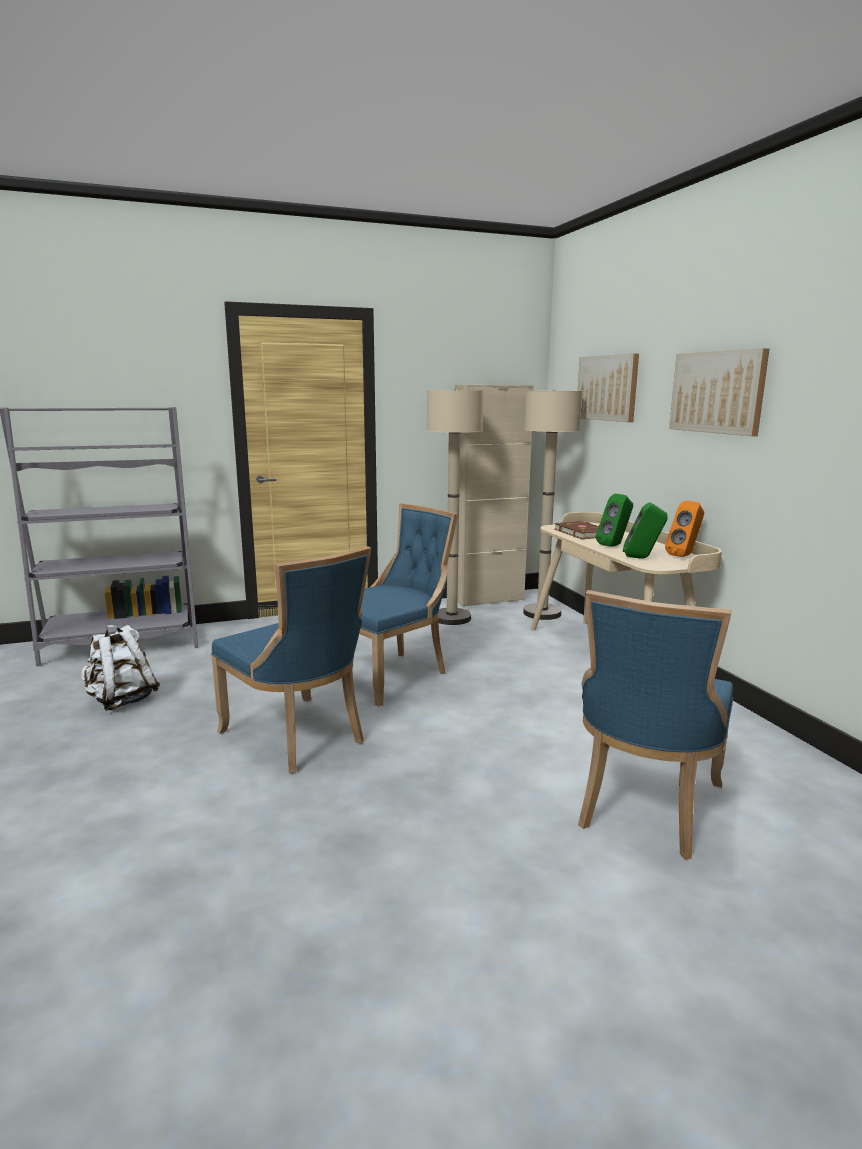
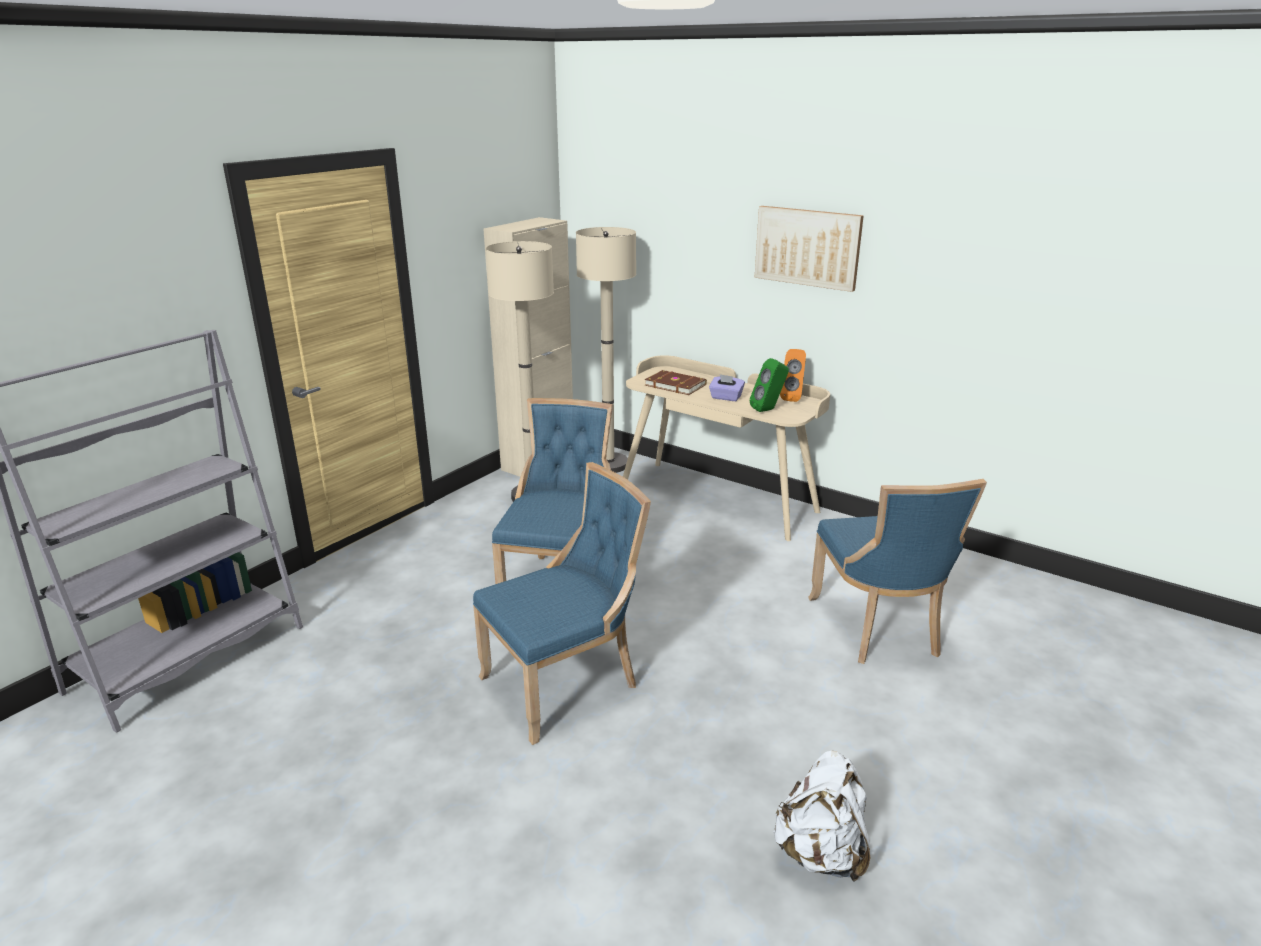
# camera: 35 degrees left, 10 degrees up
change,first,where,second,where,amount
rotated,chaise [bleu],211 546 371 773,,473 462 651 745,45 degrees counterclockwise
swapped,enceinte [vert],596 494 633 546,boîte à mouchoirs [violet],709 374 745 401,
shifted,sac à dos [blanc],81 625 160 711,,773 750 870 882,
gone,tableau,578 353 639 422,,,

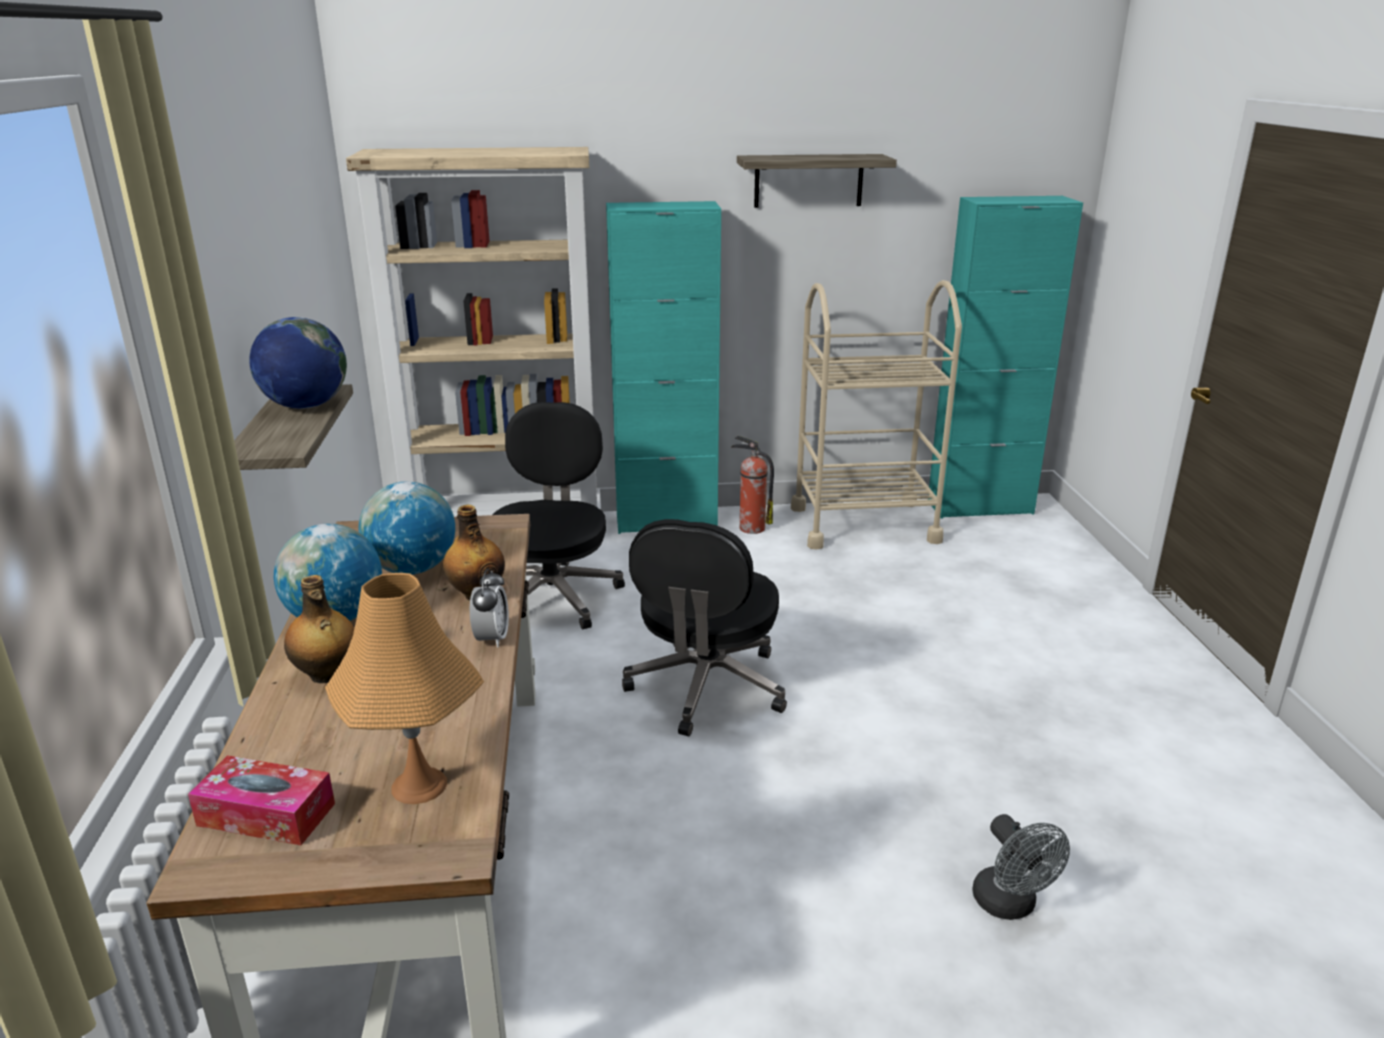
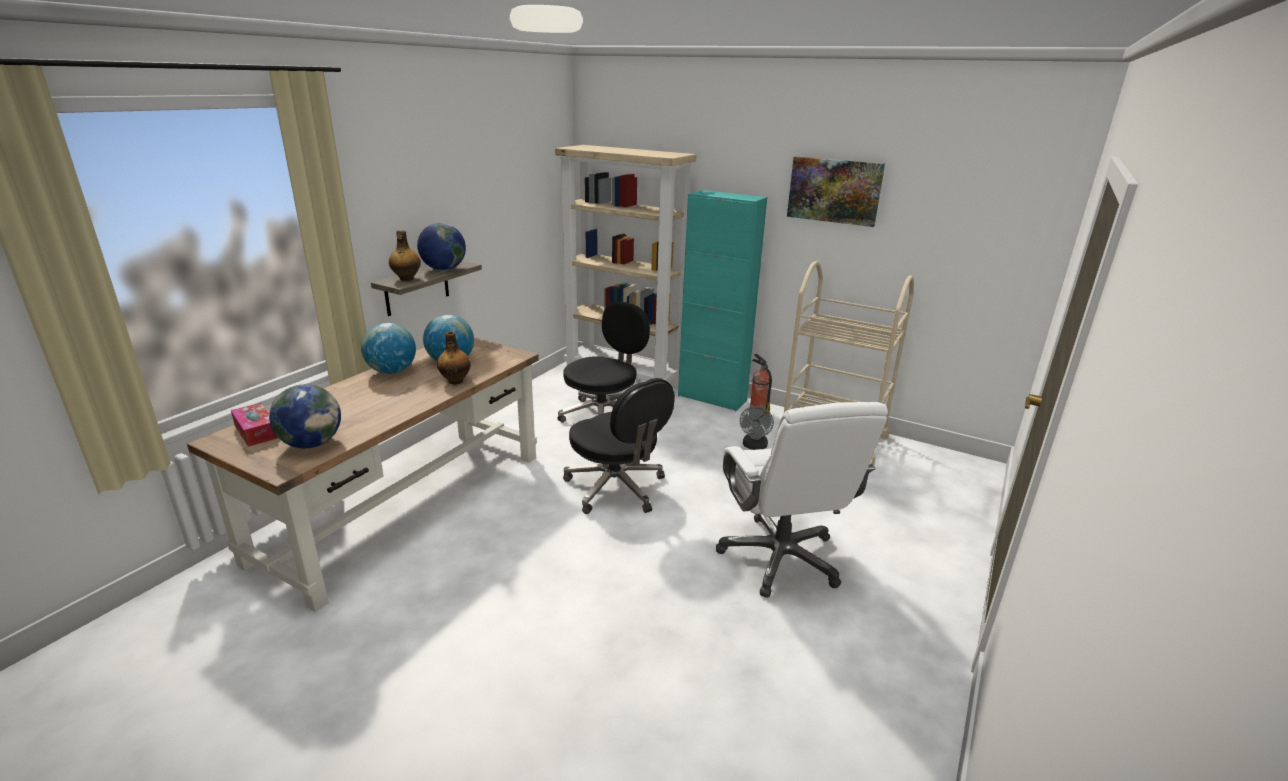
# camera: 35 degrees right, 0 degrees up
change,first,where,second,where,amount
swapped,lampe de table [orange],325 573 484 804,globe,269 384 341 448,
shifted,bouteille,284 575 354 683,,389 230 421 281,
rotated,chaise de bureau [noir],622 519 787 737,,563 378 675 514,90 degrees counterclockwise
new,,,chaise de bureau [blanc],716 402 888 598,
shifted,ventilateur [gris],972 814 1070 920,,740 406 774 450,
swapped,étagère,737 154 897 208,tableau,787 157 885 227,
gone,réveil,470 569 509 648,,,
gone,meuble de rangement [turquoise],928 196 1083 519,,,

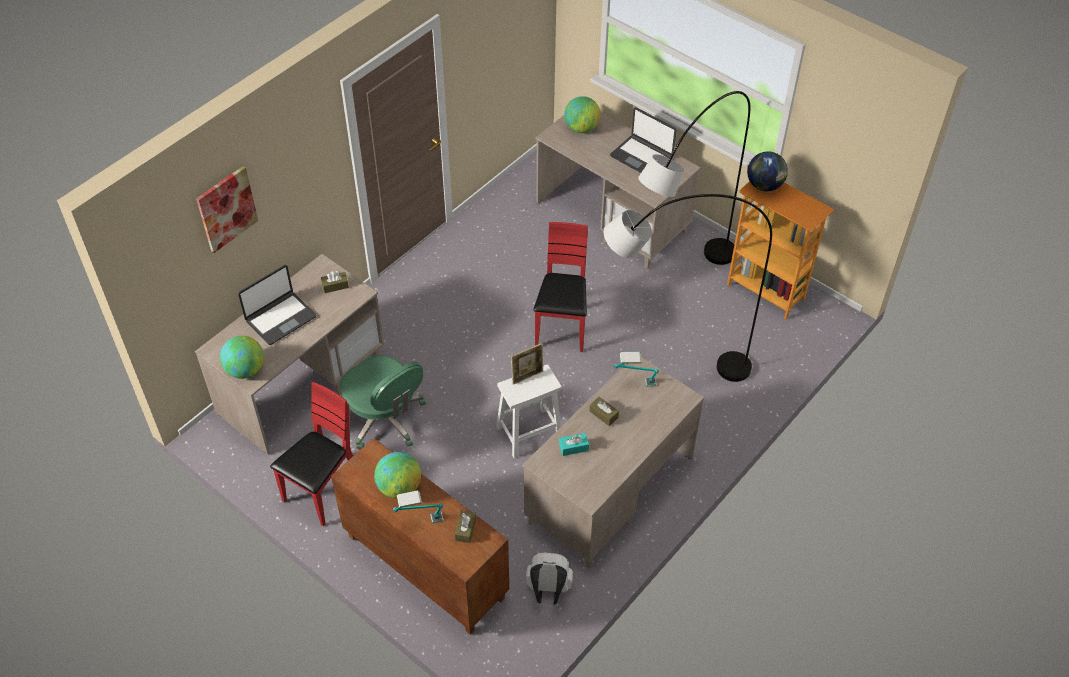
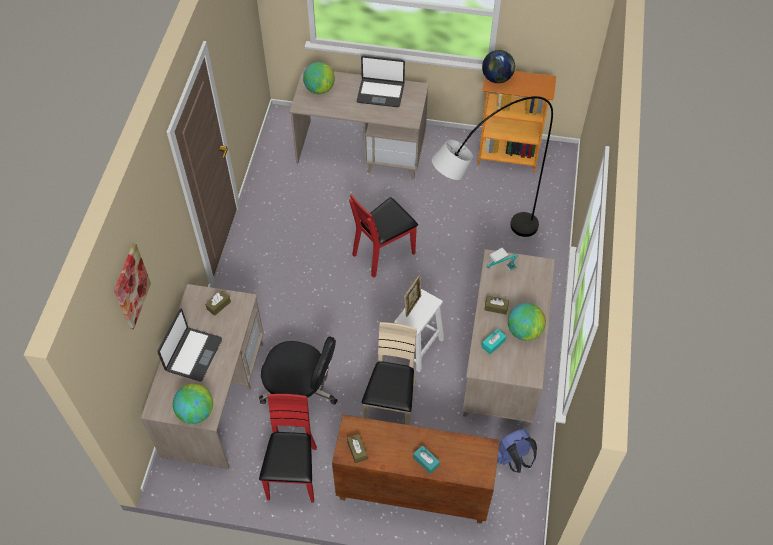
# camera: 30 degrees left, 5 degrees up
change,first,where,second,where,amount
repainted,chaise de bureau [vert],340 355 426 450,chaise de bureau [noir],259 336 338 427,
shifted,boîte à mouchoirs [marron],455 510 476 543,,347 434 367 463,
rotated,chaise [rouge],533 222 588 352,,349 194 418 278,105 degrees counterclockwise
new,,,chaise [beige],362 322 417 425,
swapped,lampe de table,393 490 443 523,boîte à mouchoirs [turquoise],413 445 440 474,
repainted,sac à dos [blanc],526 553 573 605,sac à dos [bleu],497 429 537 473,
shifted,globe,374 452 421 499,,508 303 546 341,
gone,lampadaire [gris],638 91 750 265,,,

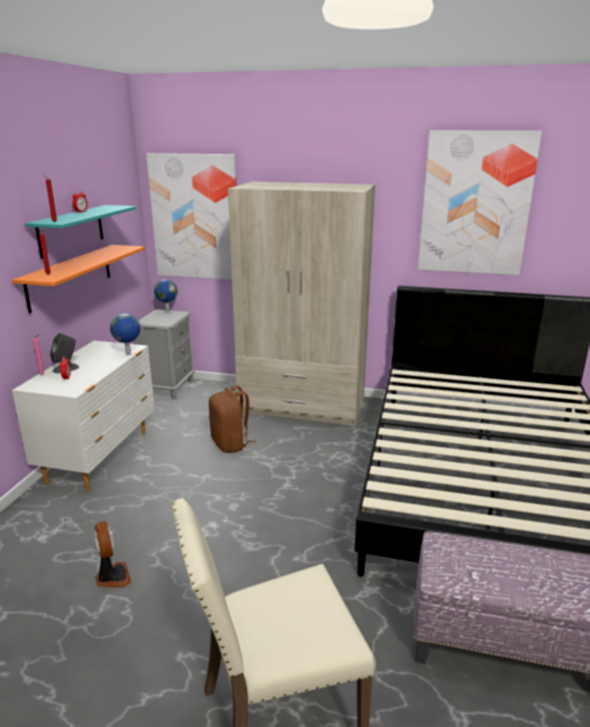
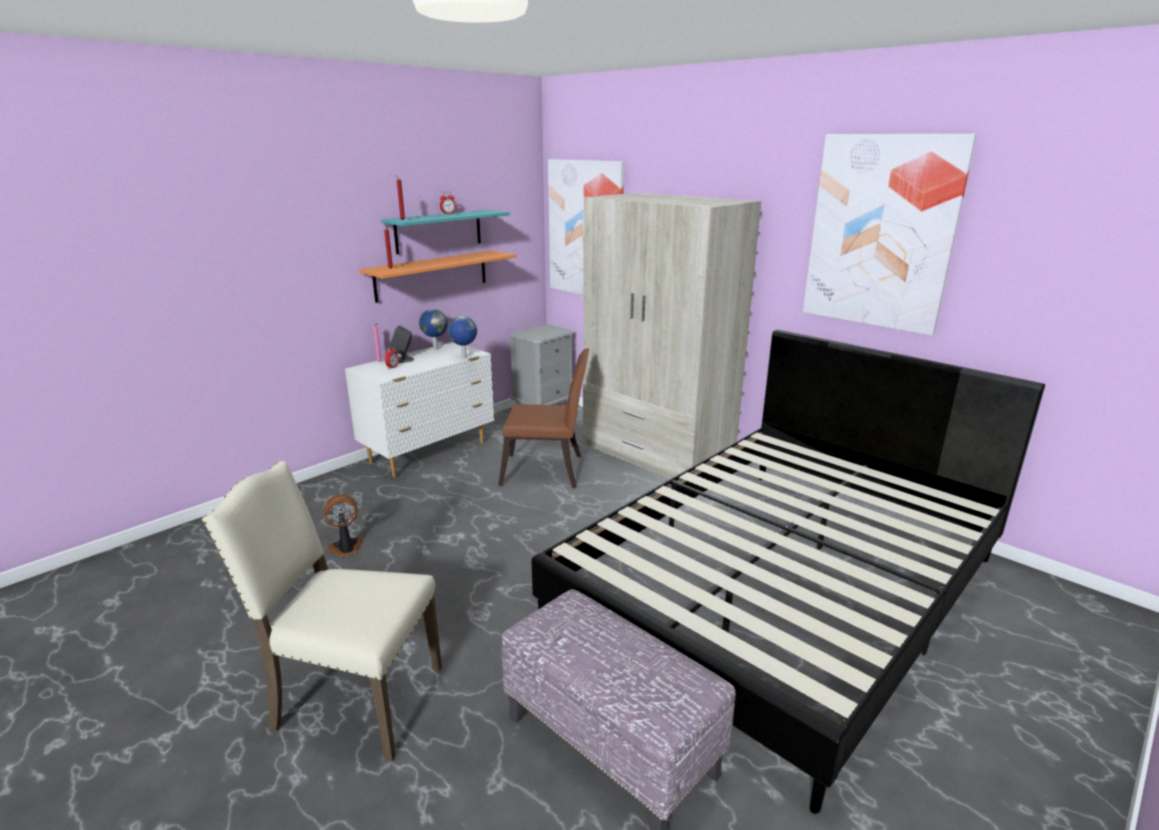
# camera: 30 degrees right, 0 degrees up
change,first,where,second,where,amount
rotated,ventilateur,95 521 131 588,,323 495 363 557,120 degrees counterclockwise
shifted,globe,154 279 178 313,,419 309 448 350,
swapped,sac à dos [marron],209 385 257 453,chaise [marron],498 348 589 488,

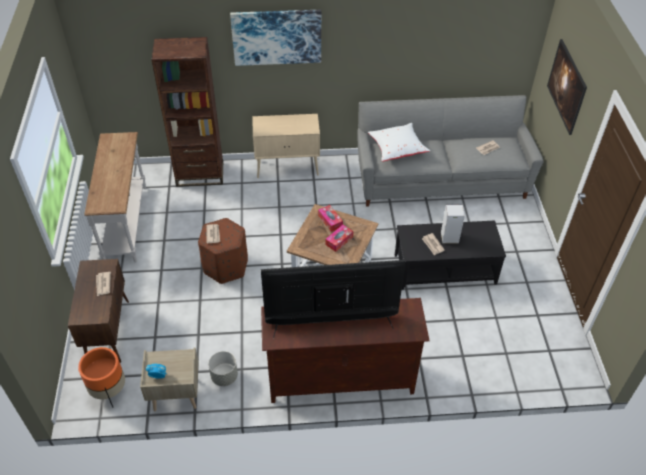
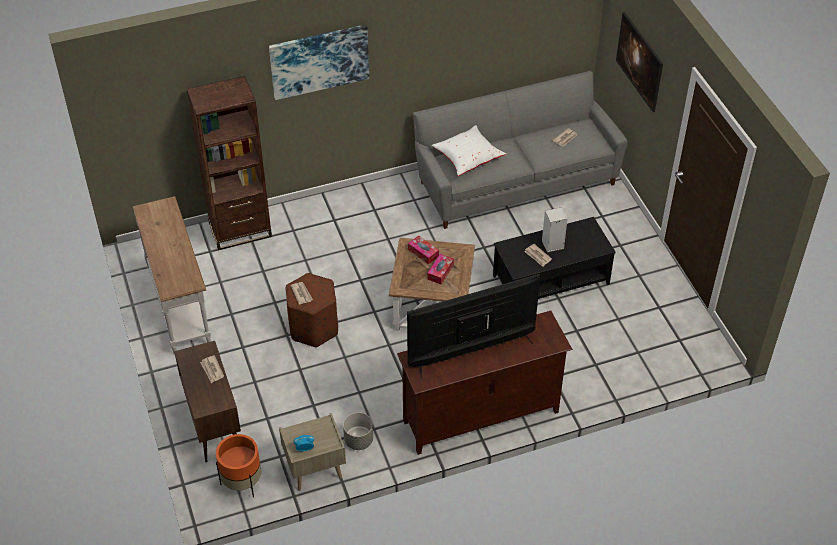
# camera: 15 degrees left, 0 degrees up
change,first,where,second,where,amount
gone,meuble de rangement [beige],252 114 320 178,,,

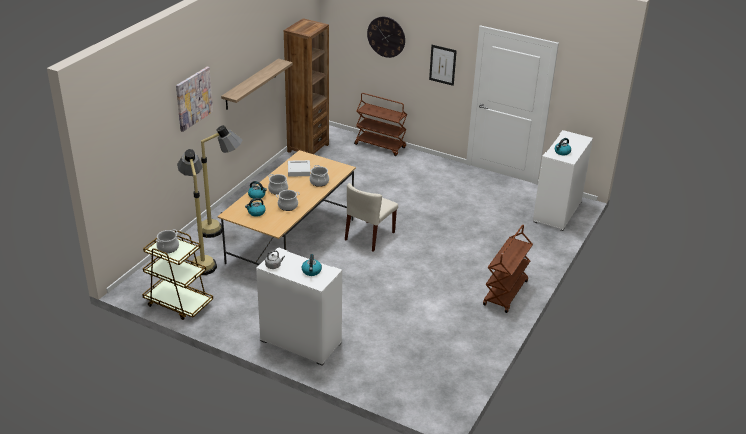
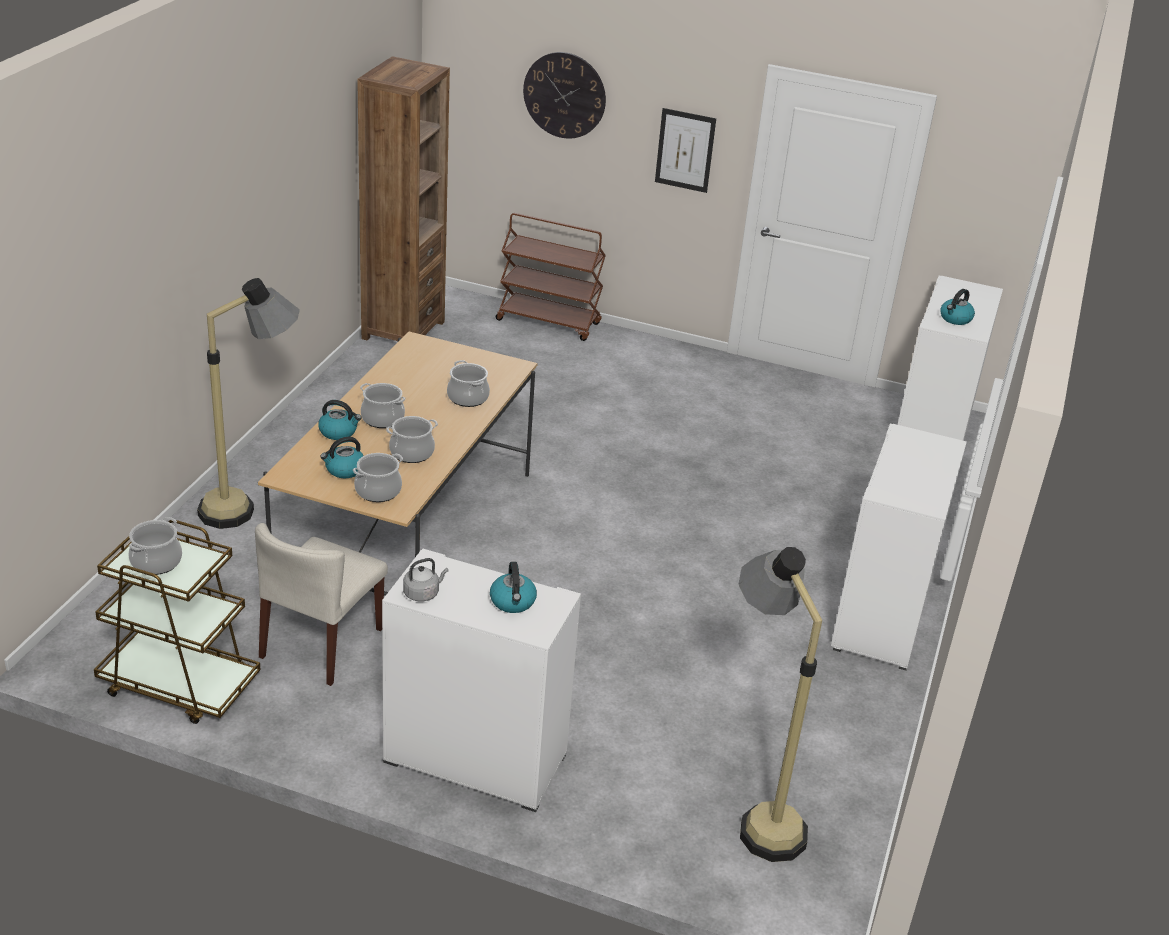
# camera: 10 degrees left, 0 degrees up
change,first,where,second,where,amount
shifted,chaise [beige],345 183 398 252,,255 523 388 686,
new,,,marmite,353 453 403 502,
shifted,lampadaire,177 149 217 275,,738 547 822 862,
swapped,chariot [marron],483 224 533 313,meuble de rangement [blanc],831 424 967 671,
gone,tableau,176 67 213 132,,,
gone,étagère,221 59 293 110,,,
gone,plateau [gris],288 160 311 177,,,

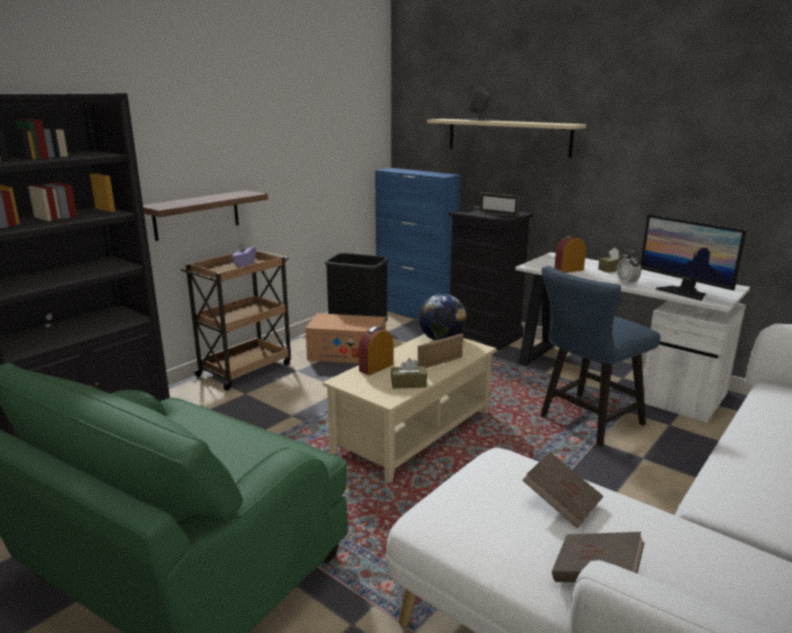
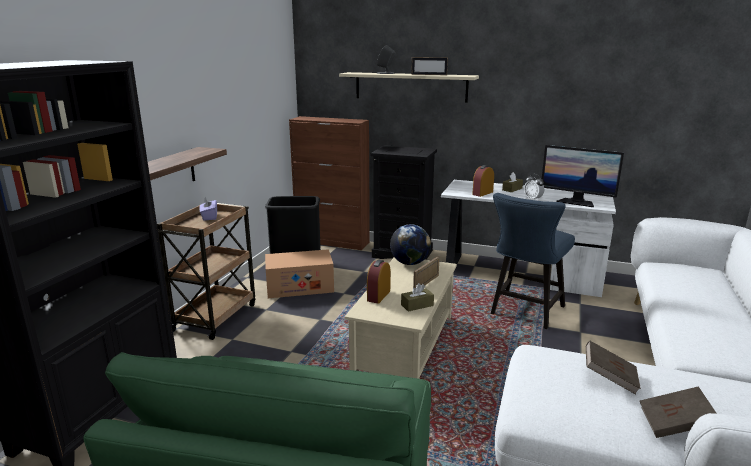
# camera: 20 degrees left, 0 degrees up
change,first,where,second,where,amount
repainted,meuble de rangement [bleu],375 168 461 319,meuble de rangement [marron],289 116 370 250,
shifted,cadre photo,479 192 519 216,,411 57 448 75,

